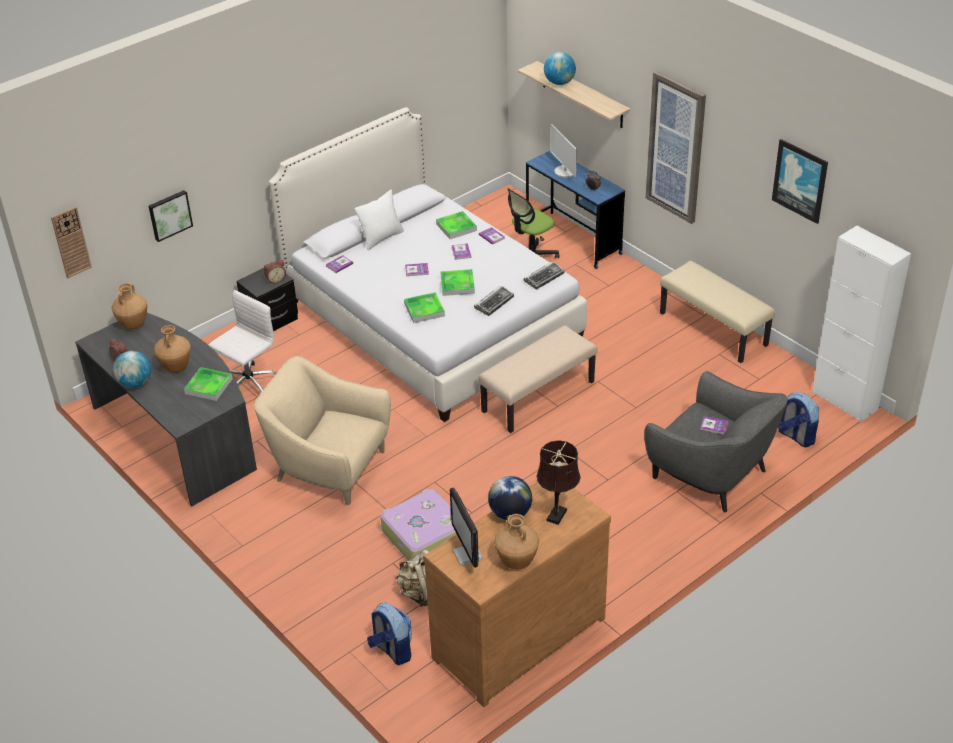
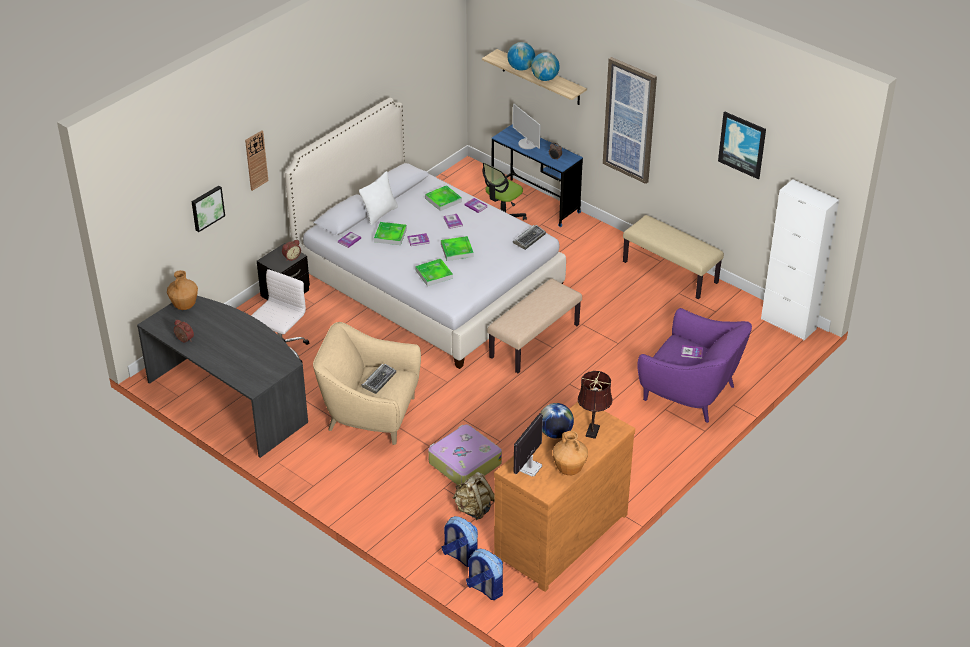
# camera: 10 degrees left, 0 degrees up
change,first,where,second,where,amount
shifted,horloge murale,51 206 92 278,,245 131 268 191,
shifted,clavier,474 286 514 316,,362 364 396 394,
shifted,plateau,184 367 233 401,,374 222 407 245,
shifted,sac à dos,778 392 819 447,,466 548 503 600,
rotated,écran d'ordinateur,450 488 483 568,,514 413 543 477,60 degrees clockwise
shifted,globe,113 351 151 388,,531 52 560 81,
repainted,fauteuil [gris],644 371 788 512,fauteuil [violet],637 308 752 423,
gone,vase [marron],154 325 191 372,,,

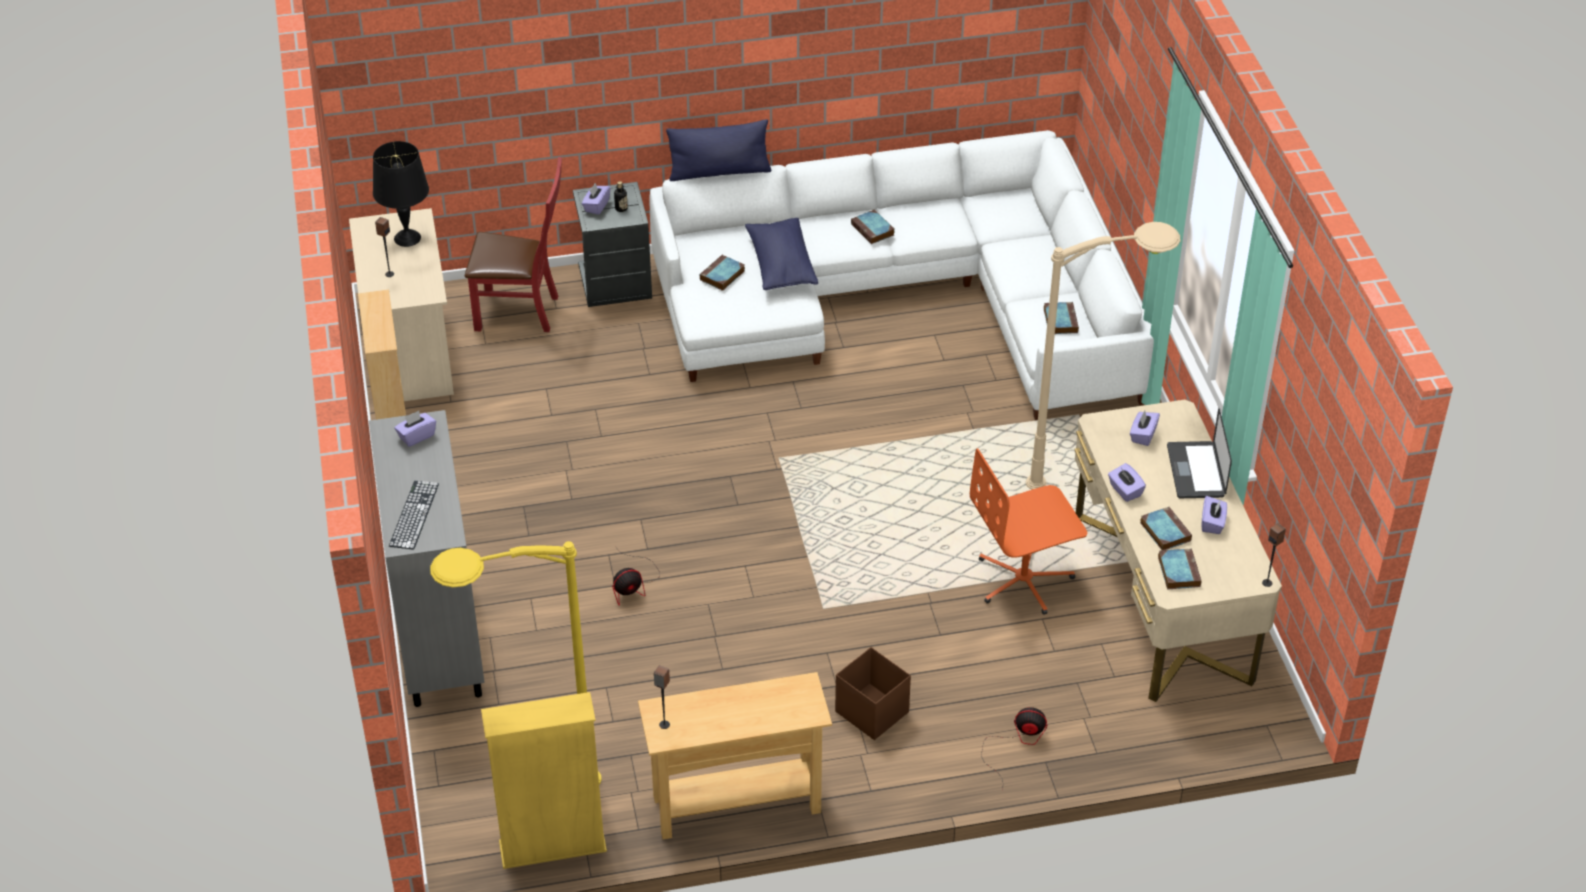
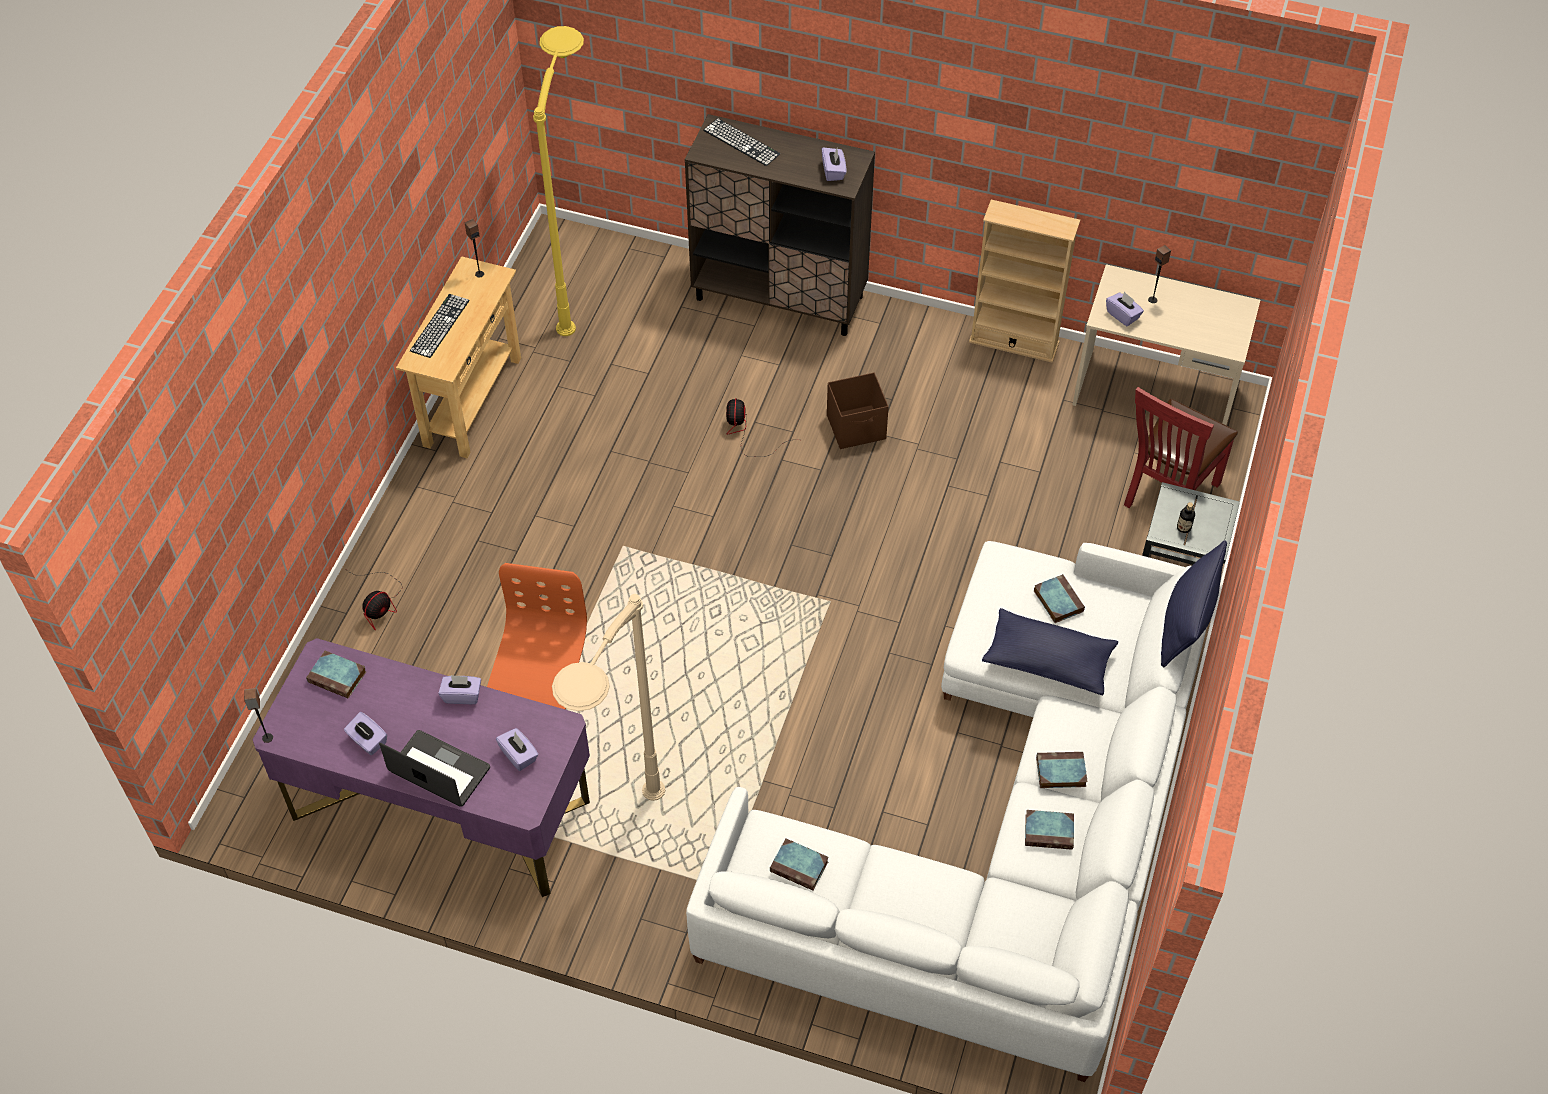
# camera: 120 degrees right, 10 degrees up
change,first,where,second,where,amount
repainted,bureau [beige],1074 400 1282 702,bureau [violet],252 638 590 897,
new,,,clavier,410 294 470 358,
repainted,meuble de rangement [gris],369 410 485 707,meuble de rangement [marron],685 114 875 336,
shifted,boîte de rangement [marron],835 647 911 740,,827 373 889 449,
shifted,livre,1140 507 1192 550,,1025 810 1074 850,
shifted,boîte à mouchoirs [violet],582 183 611 215,,1106 291 1144 326,
gone,lampe de table [noir],373 141 429 247,,,
gone,bibliothèque [jaune],481 692 607 869,,,

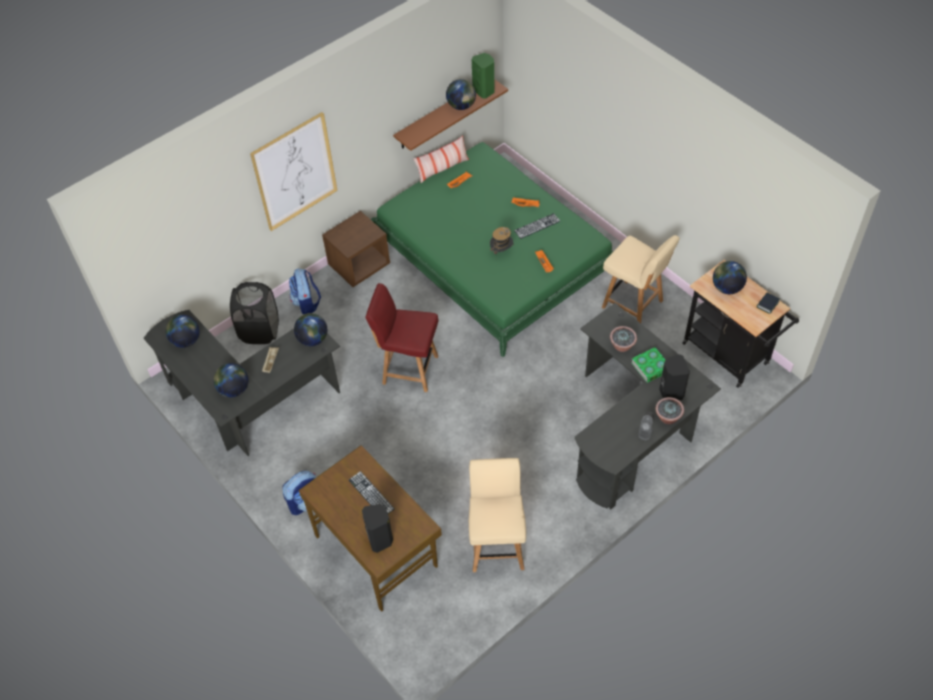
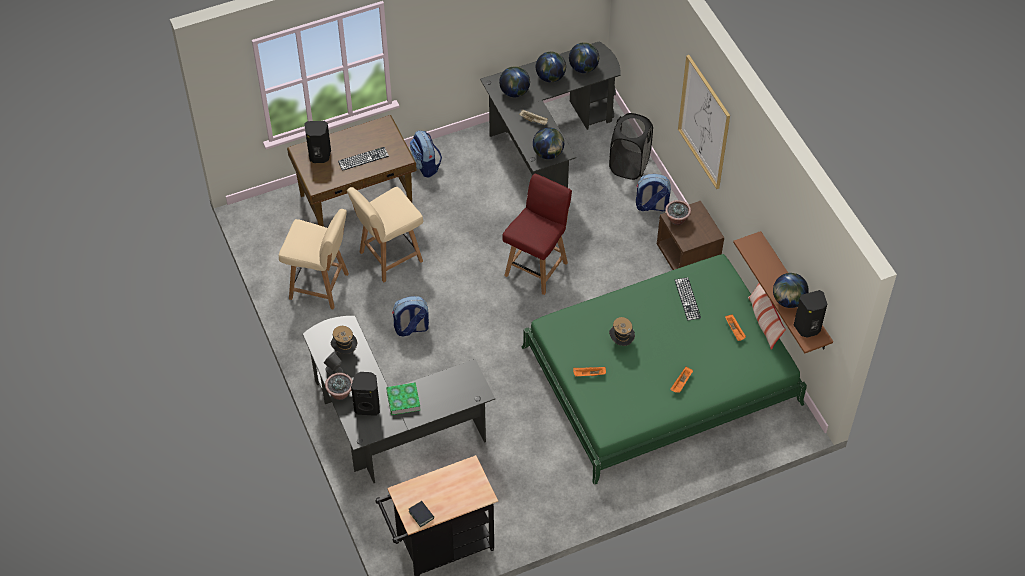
# camera: 105 degrees right, 0 degrees up
change,first,where,second,where,amount
new,,,chapeau,331 326 357 354,
shifted,chaise [beige],602 235 680 323,,347 187 423 282,
new,,,sac à dos,392 296 429 336,
shifted,globe,713 261 747 294,,536 52 566 82,
shifted,plante en pot,610 326 637 352,,665 200 691 225,
shifted,clavier,514 213 560 239,,675 277 701 321,
repainted,enceinte [vert],472 53 495 98,enceinte [noir],794 290 827 338,

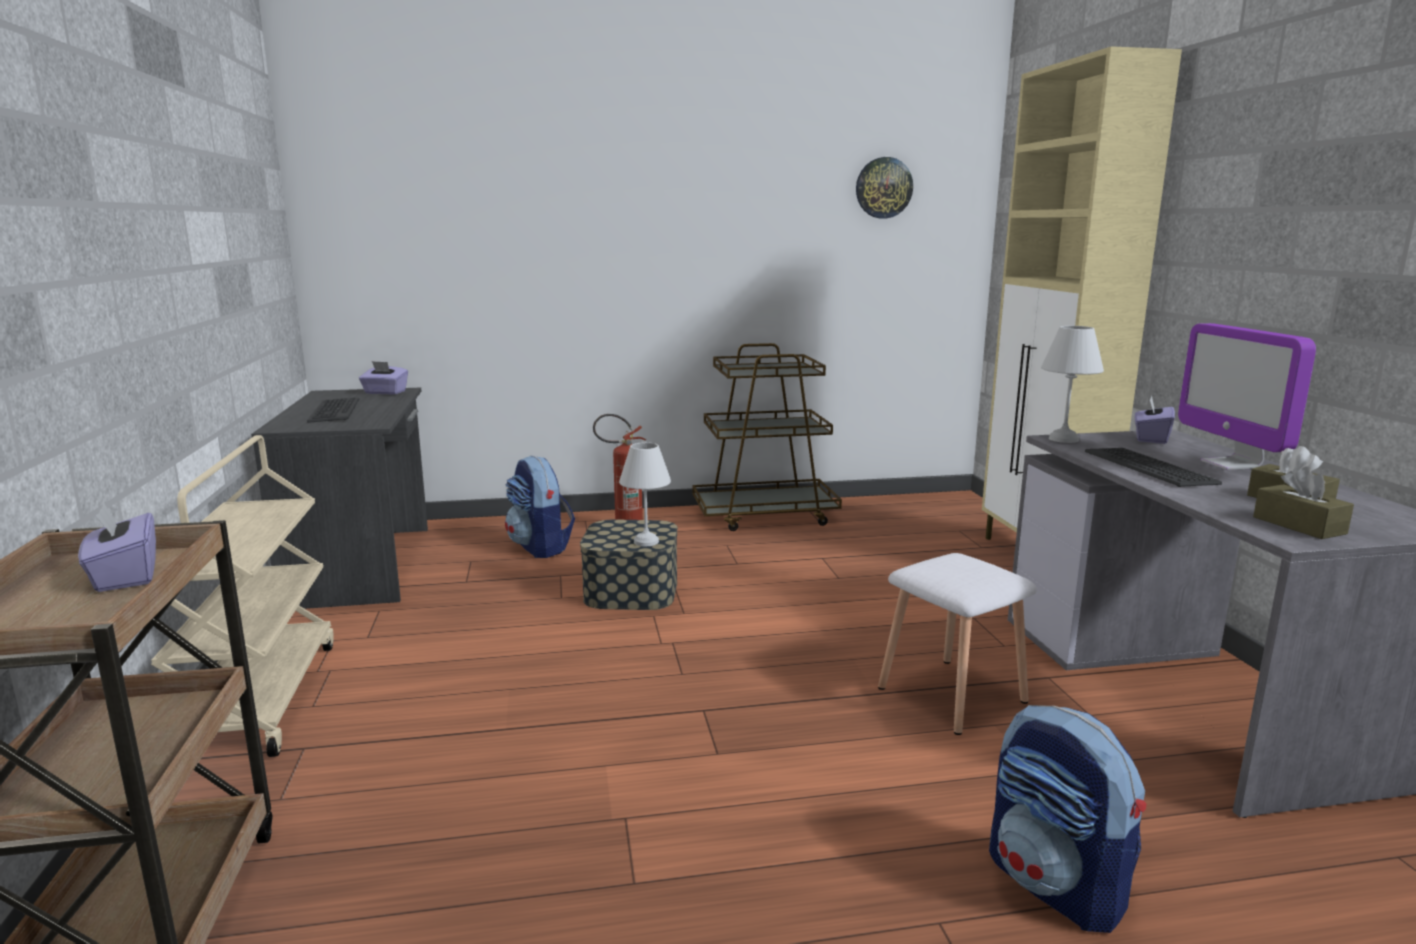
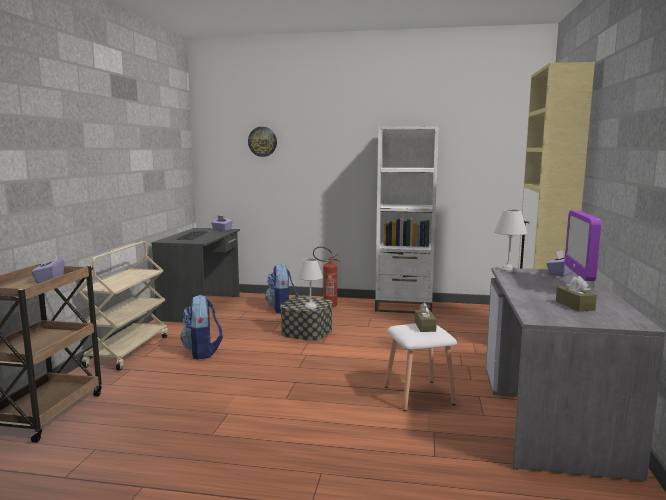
# camera: 20 degrees right, 5 degrees down
change,first,where,second,where,amount
shifted,sac à dos,989 705 1146 933,,180 295 223 360,
shifted,horloge murale,856 157 913 218,,248 127 277 157,
swapped,chariot [marron],692 343 842 531,bibliothèque [blanc],375 126 439 313,
shifted,boîte à mouchoirs [marron],1253 467 1354 539,,415 303 437 332,
gone,clavier,1085 448 1222 487,,,

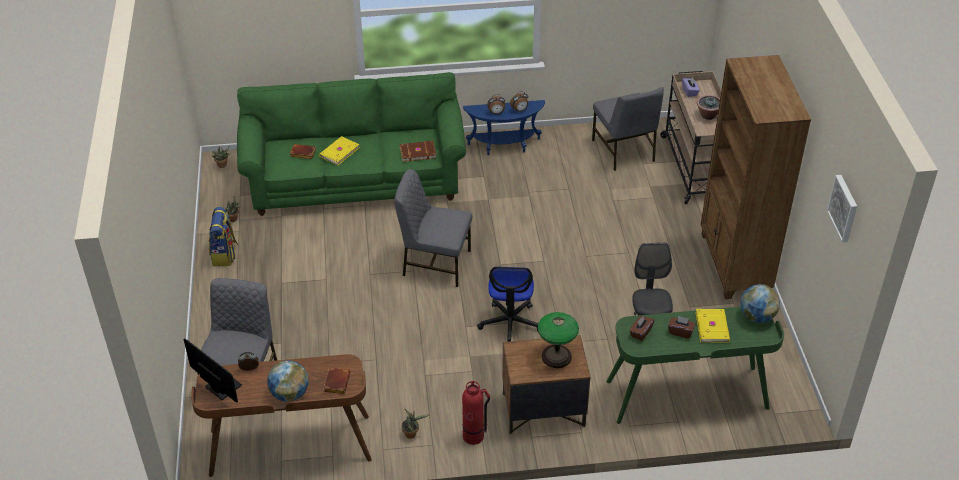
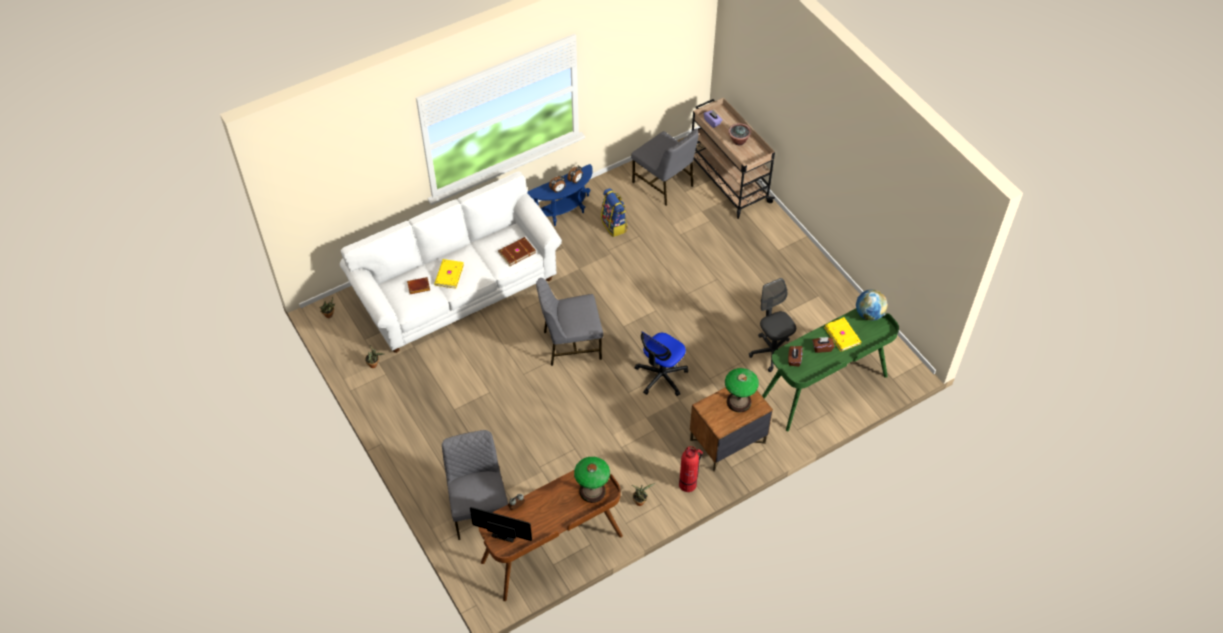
# camera: 25 degrees left, 10 degrees up
change,first,where,second,where,amount
repainted,canapé [vert],237 72 466 216,canapé [blanc],340 172 562 353,
swapped,livre [marron],323 367 350 394,lampe de table,574 457 610 503,
shifted,sac à dos,209 207 238 266,,601 188 628 237,
rotated,chaise de bureau,477 267 538 342,,635 331 688 396,60 degrees clockwise
gone,globe,267 360 309 402,,,
gone,bibliothèque [marron],701 55 811 299,,,
gone,tableau,827 175 857 243,,,

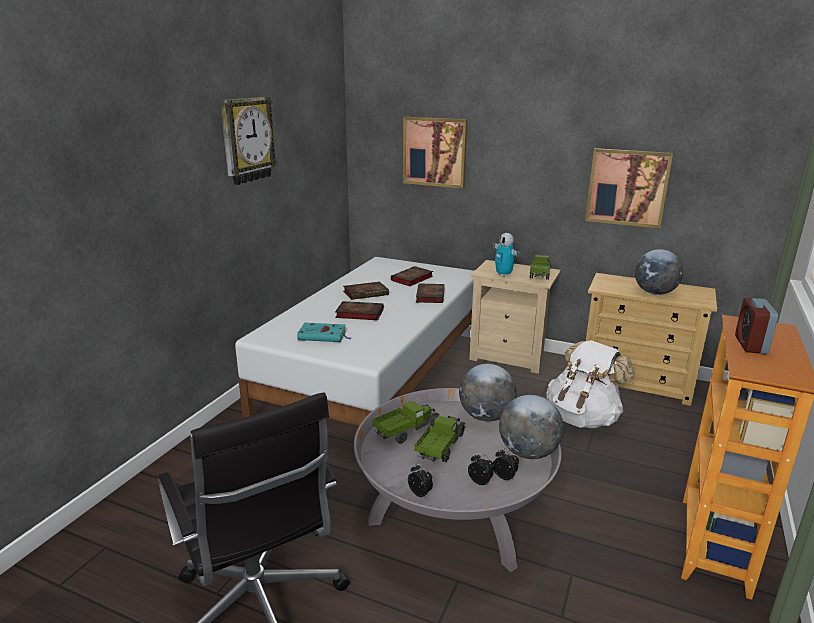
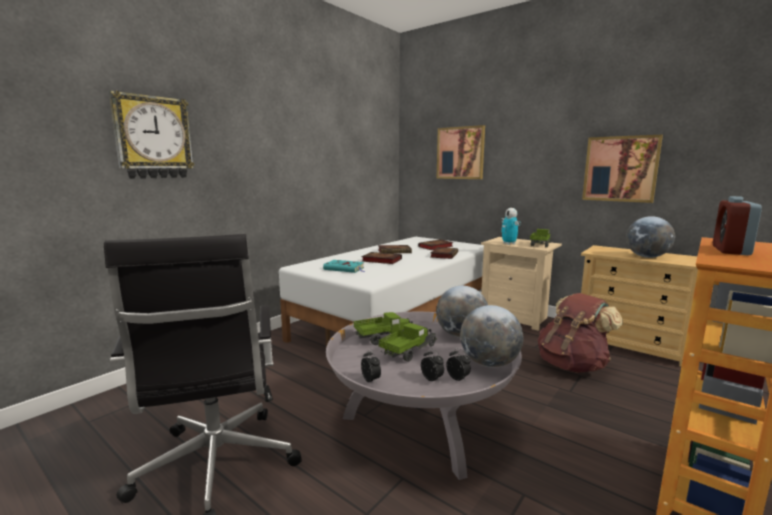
# camera: 15 degrees right, 10 degrees down
change,first,where,second,where,amount
shifted,horloge murale,220 97 277 185,,109 91 195 179,
repainted,sac à dos [blanc],547 340 635 429,sac à dos [marron],538 293 623 373,

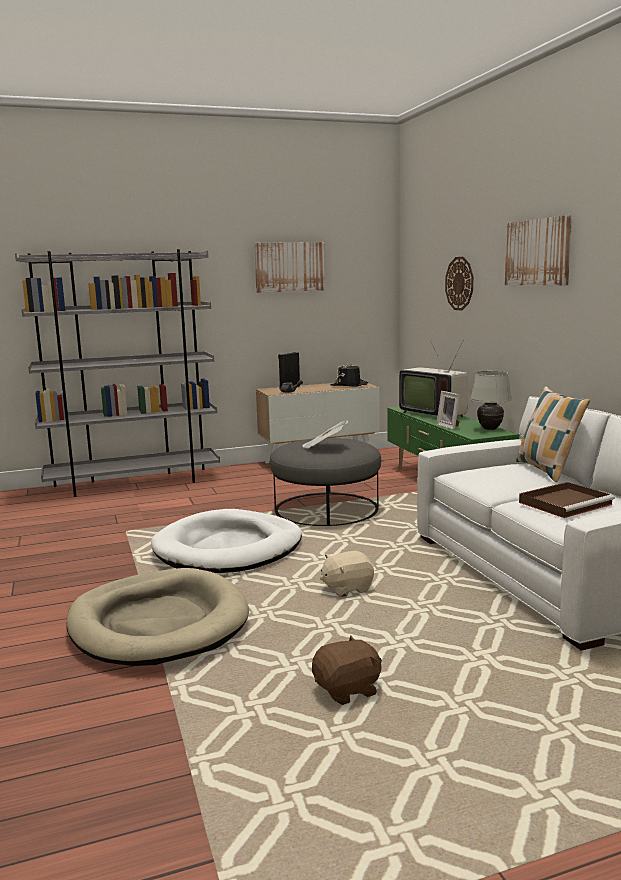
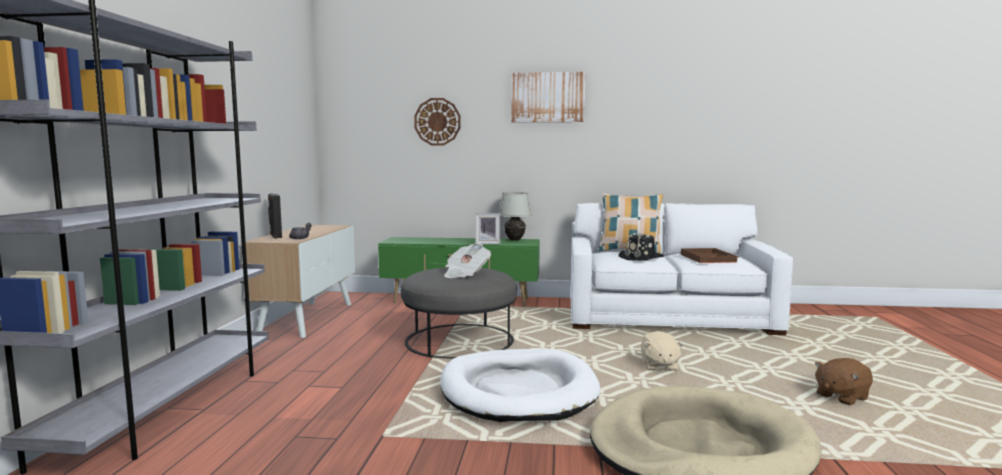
# camera: 65 degrees left, 5 degrees down
change,first,where,second,where,amount
shifted,chapeau [noir],331 363 368 386,,618 231 664 260,
rotated,peluche [marron],312 635 382 705,,814 358 873 405,120 degrees counterclockwise
gone,tableau,254 242 325 293,,,
gone,téléviseur,399 340 468 417,,,

